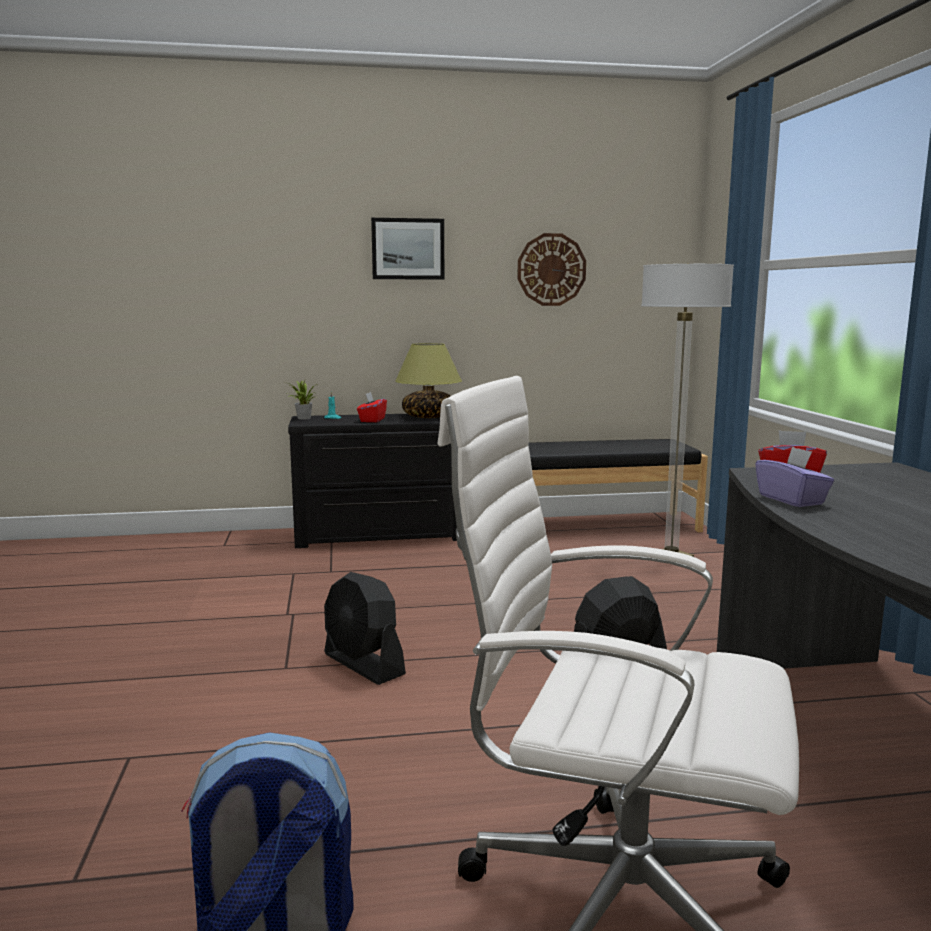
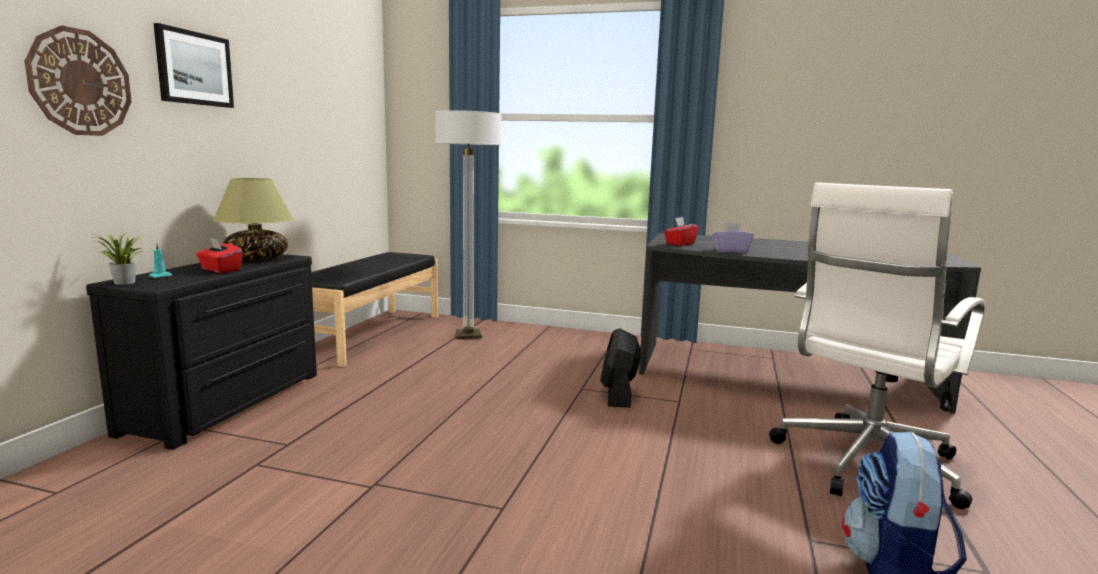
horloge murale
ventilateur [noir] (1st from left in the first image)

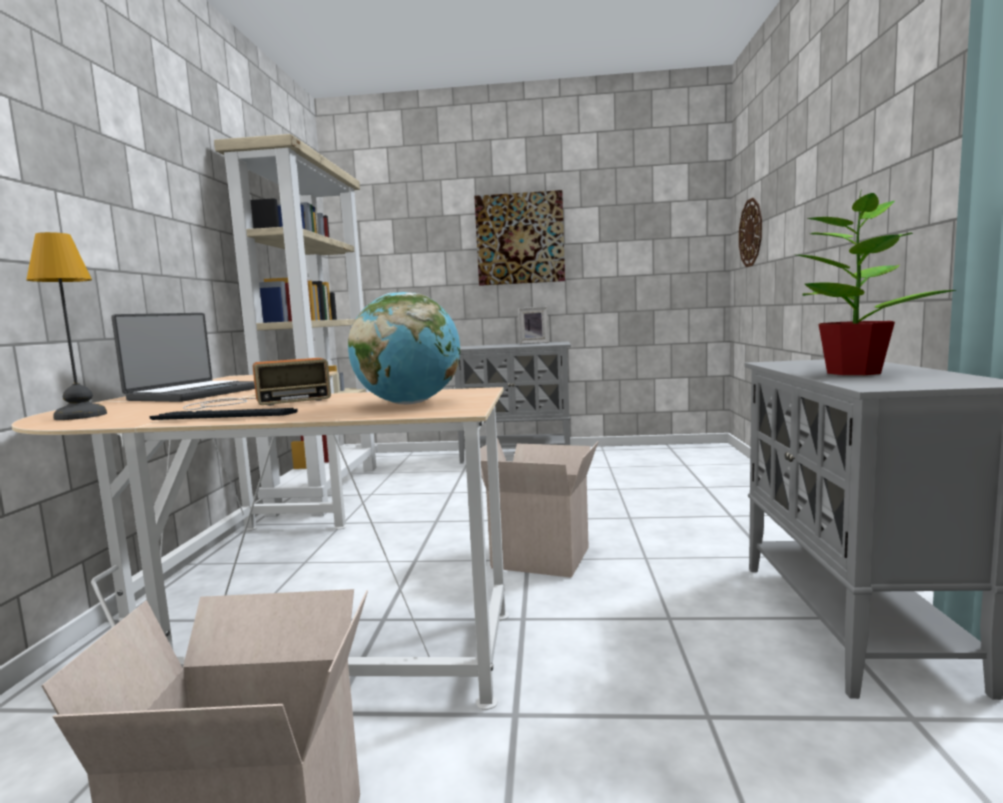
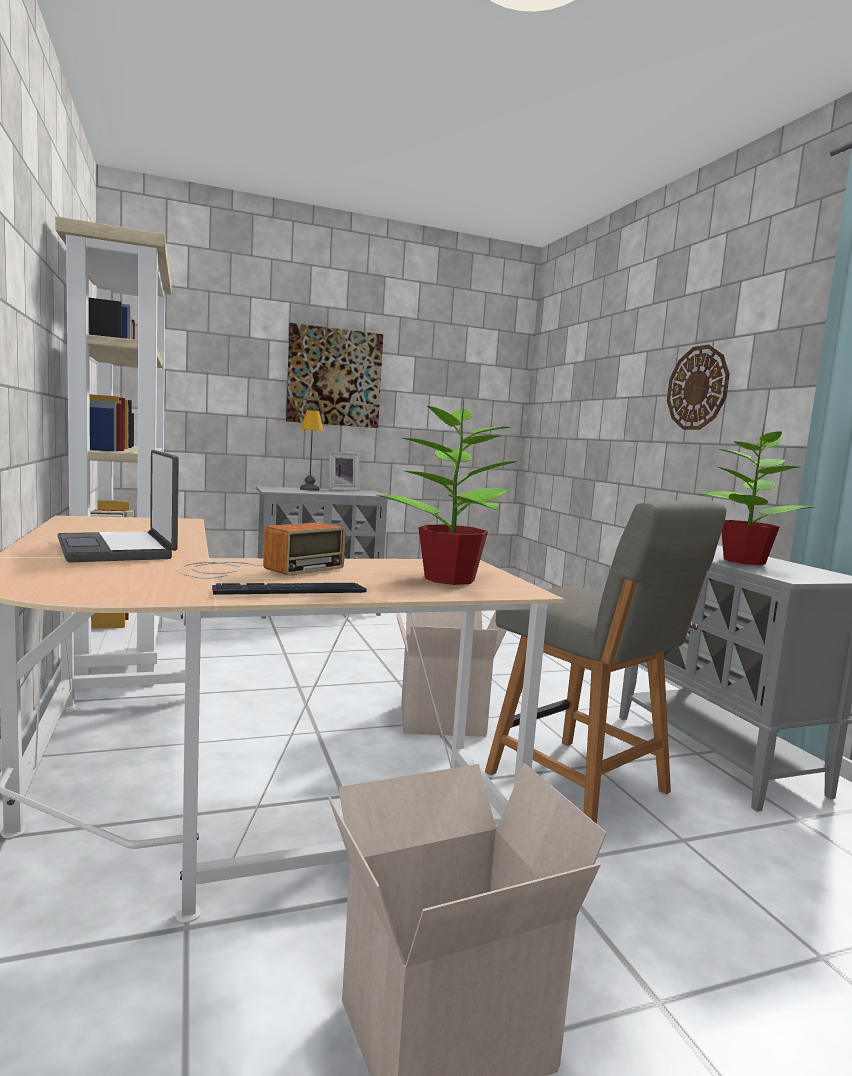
horloge murale
lampe de table
plante en pot (1st from left)
ordinateur portable
chaise [gris]

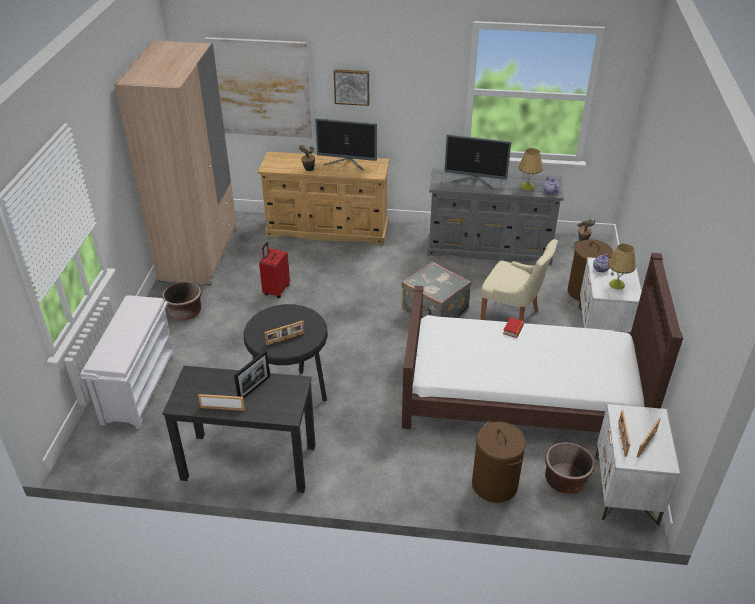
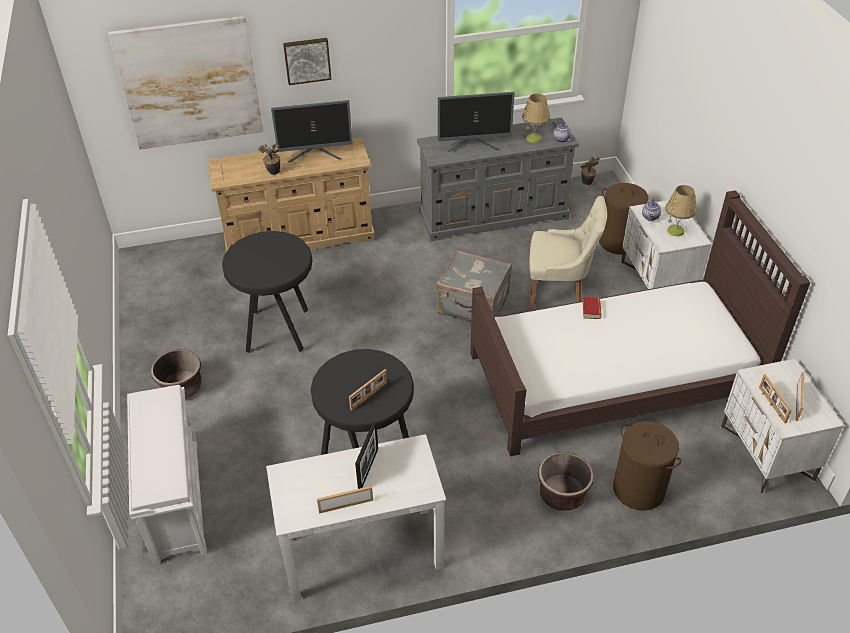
armoire [beige]
tabouret [noir] (1st from left)
bureau [blanc]
cache-pot [marron] (2nd from left)

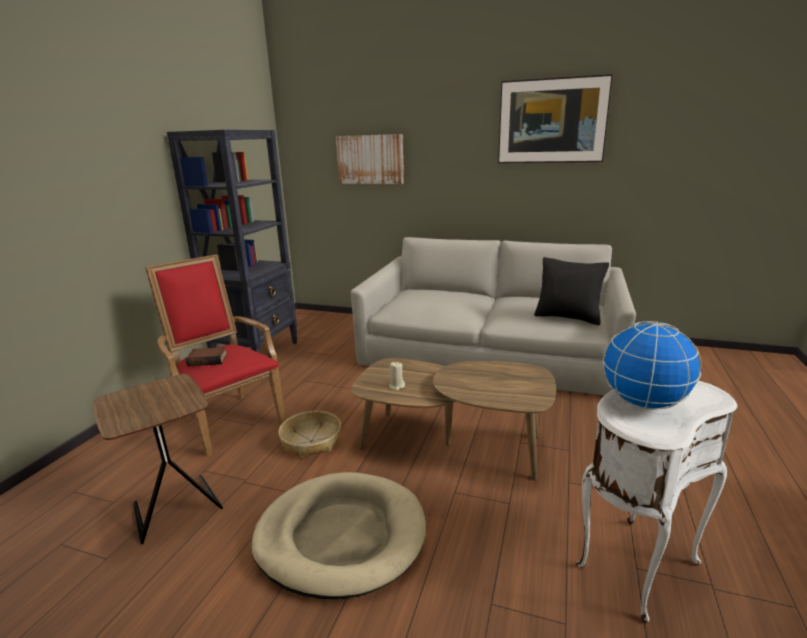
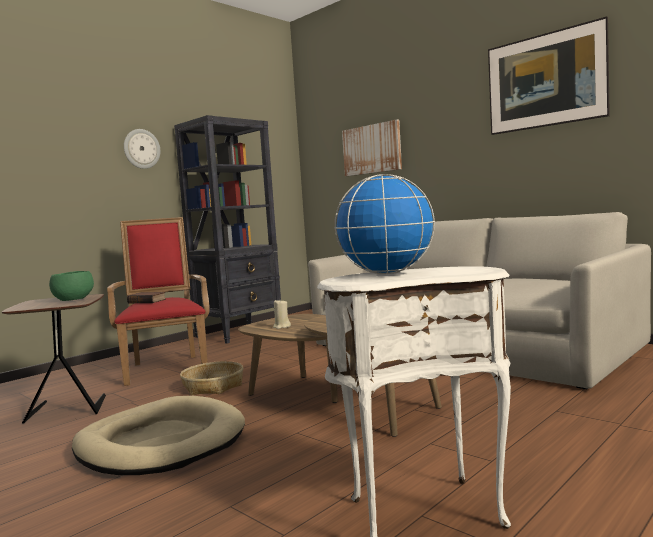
coussin [noir]
horloge murale
bol [vert]

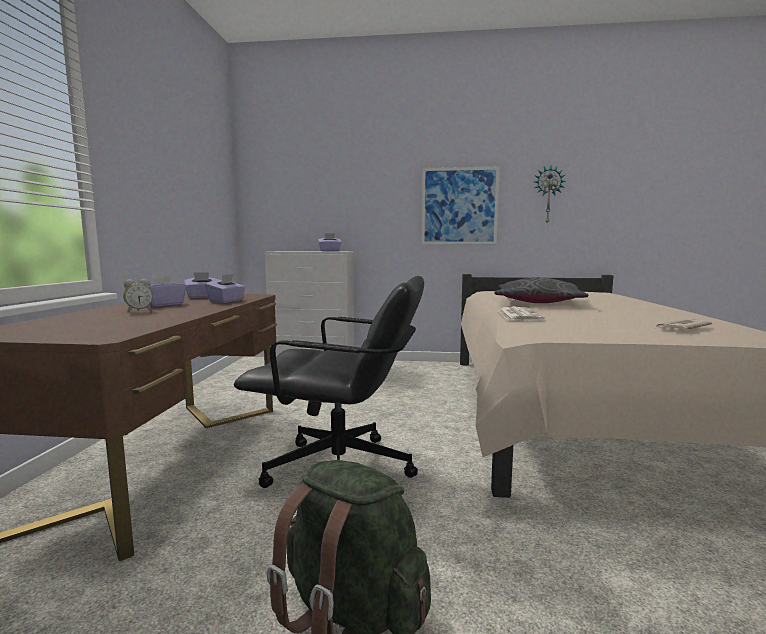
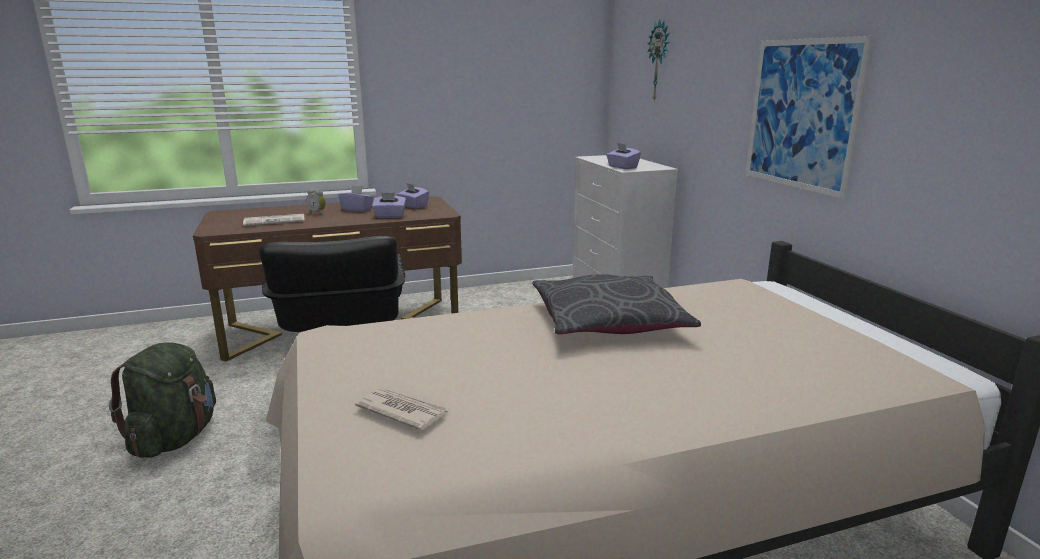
horloge murale
journal (1st from left)

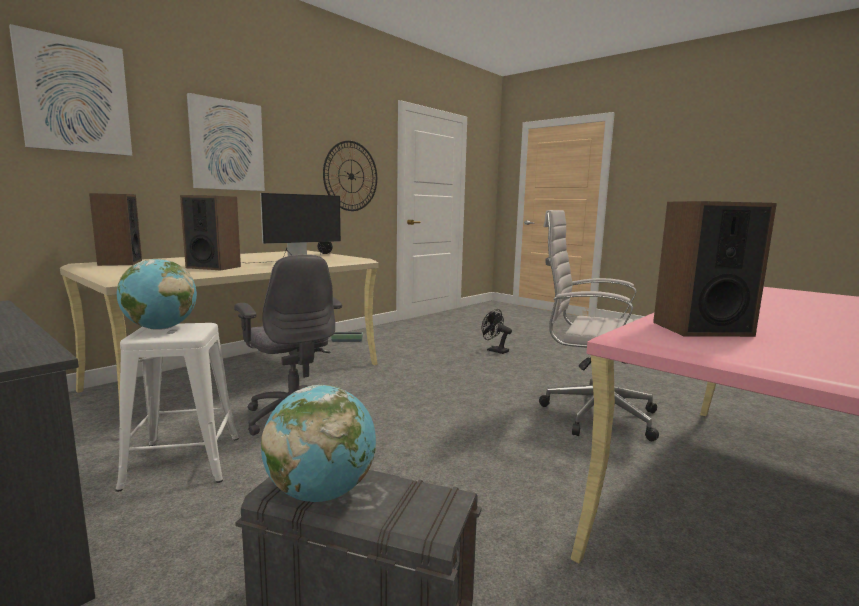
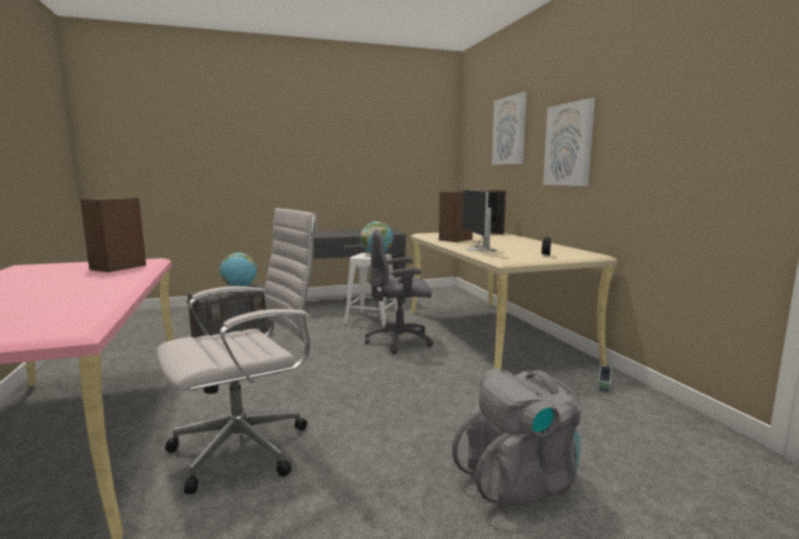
horloge murale
sac à dos [gris]

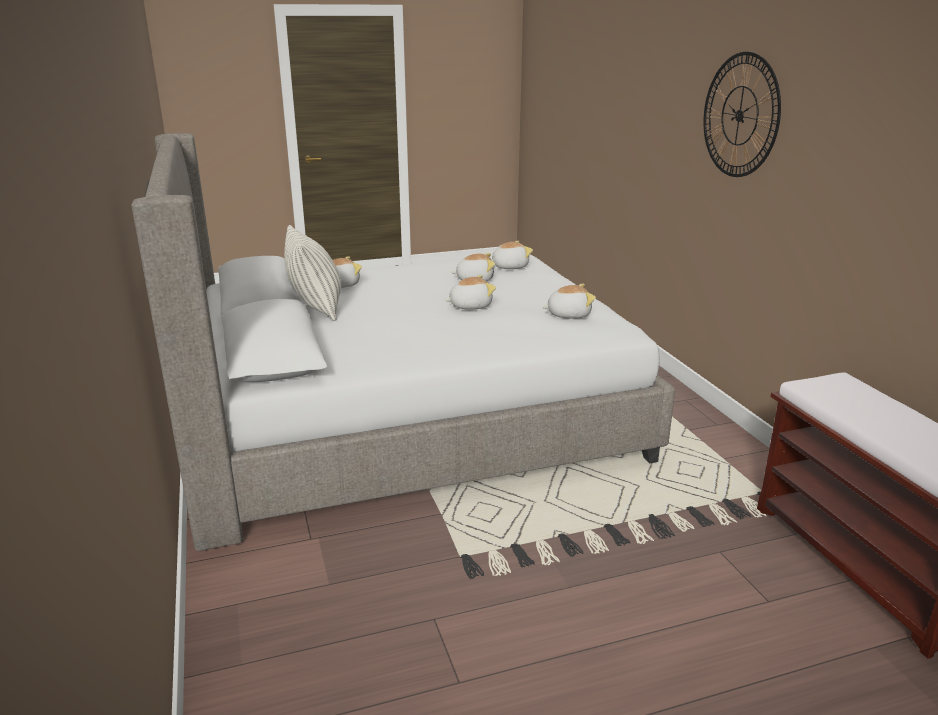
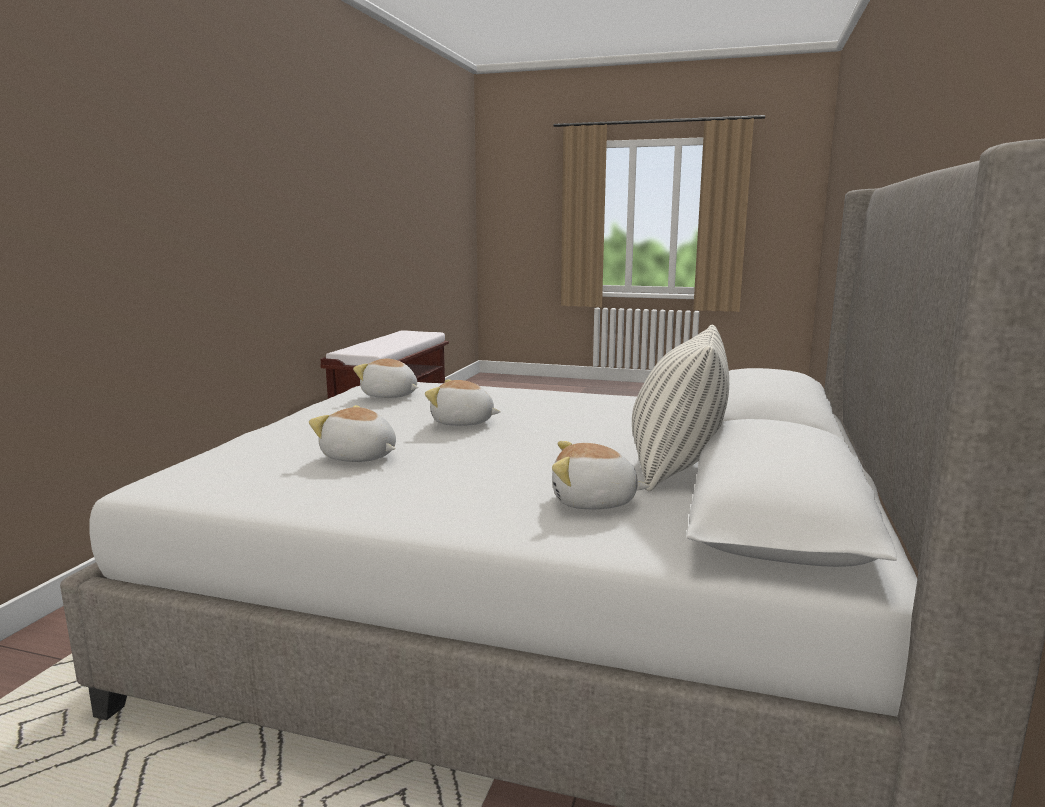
horloge murale
peluche (4th from left in the first image)

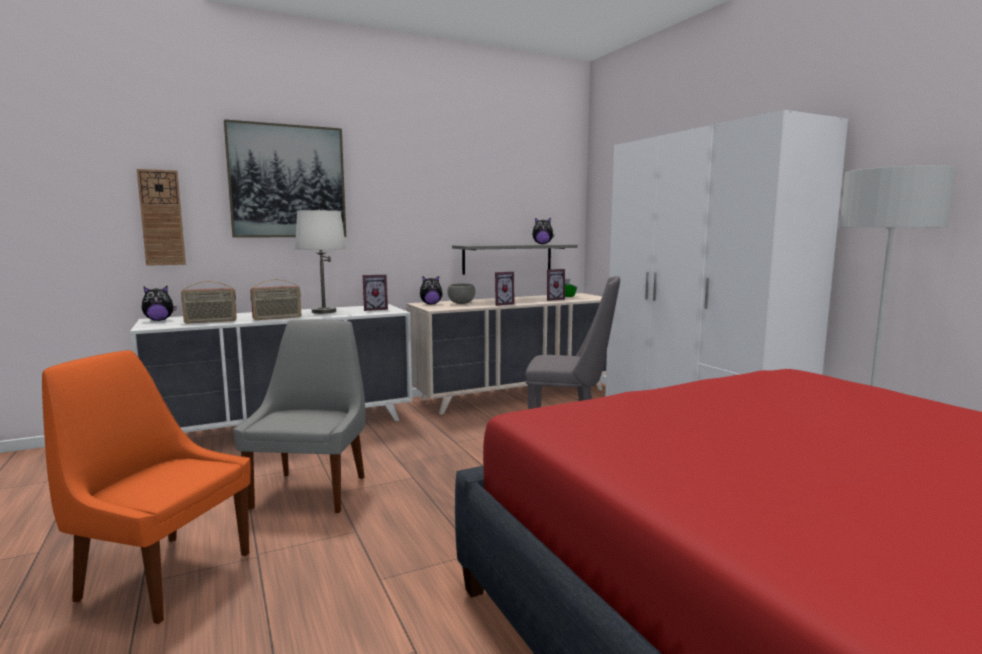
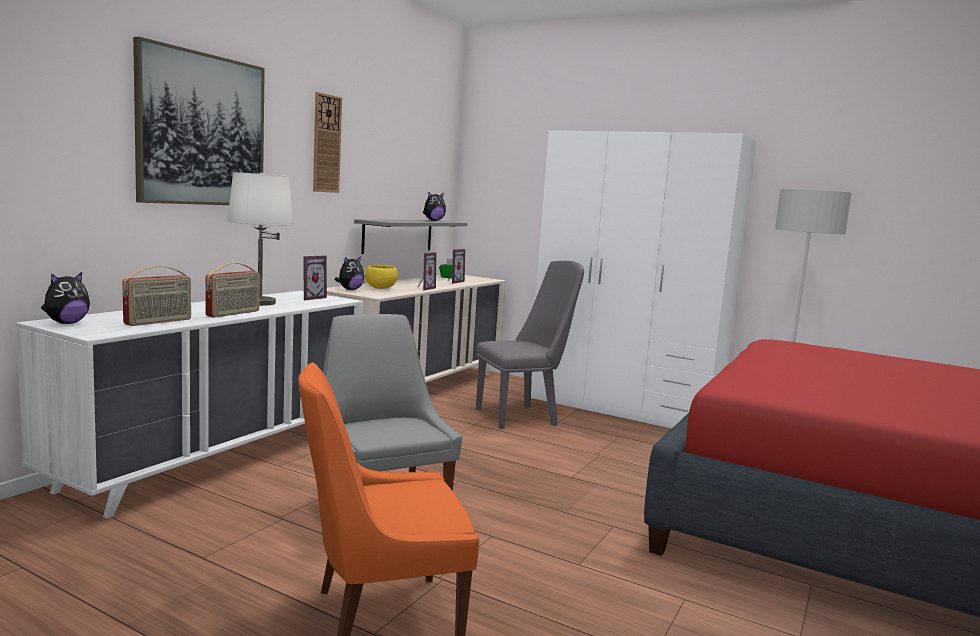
horloge murale
bol [jaune]

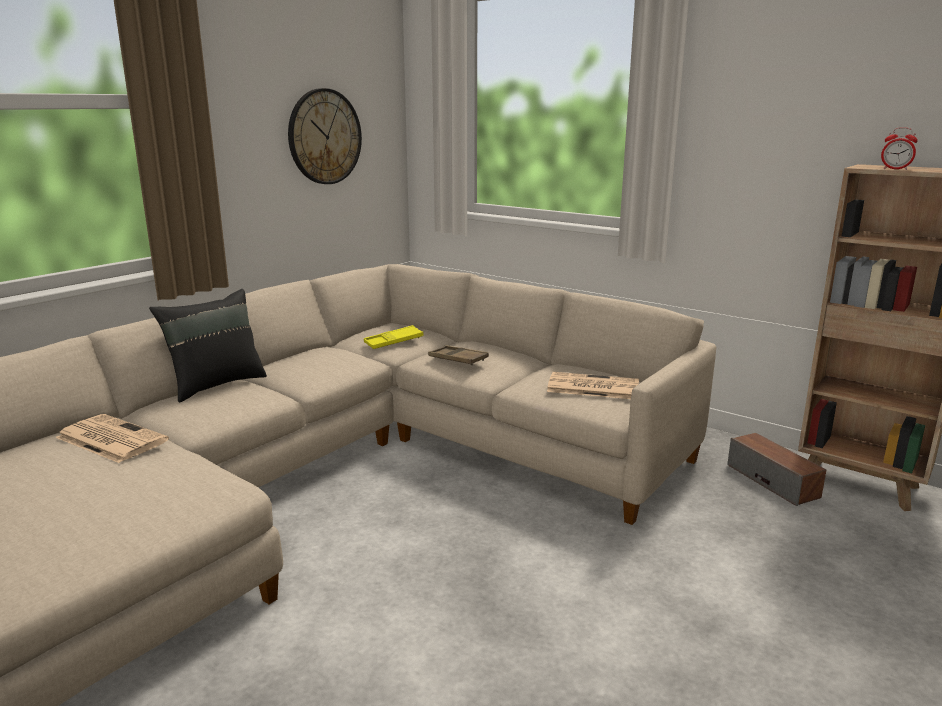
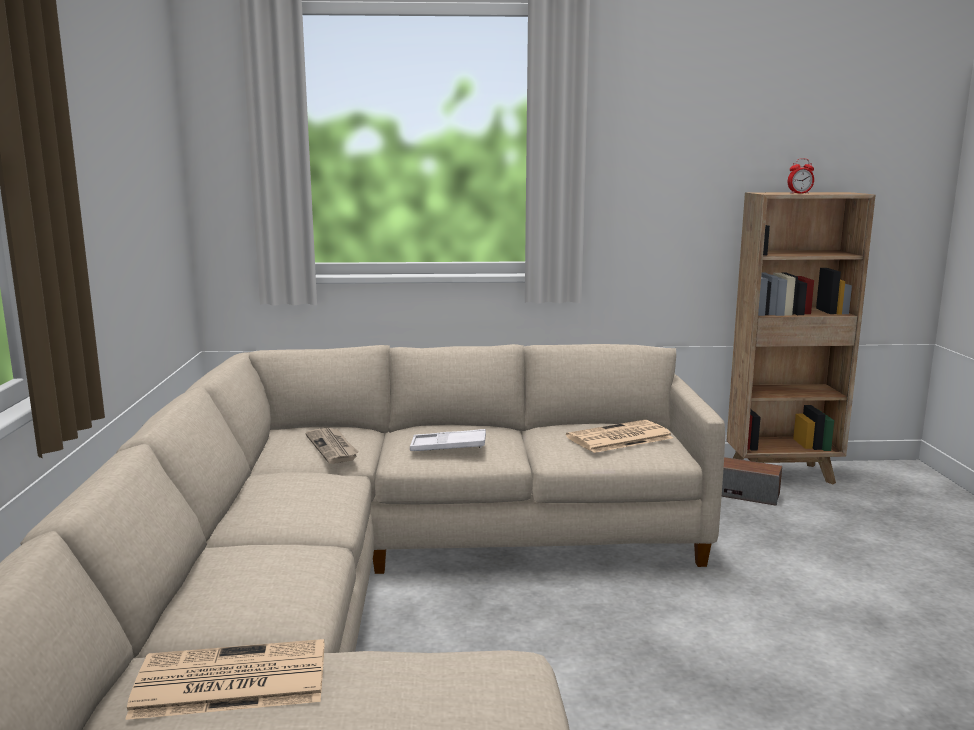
horloge murale
coussin [noir]
journal (2nd from left)
plateau [blanc]

